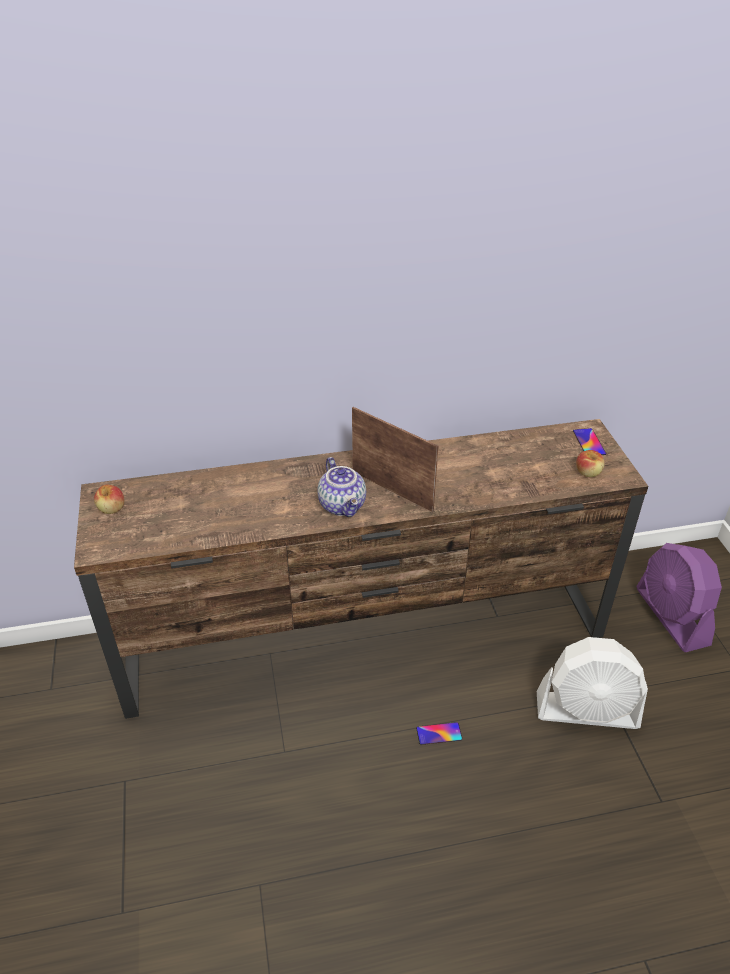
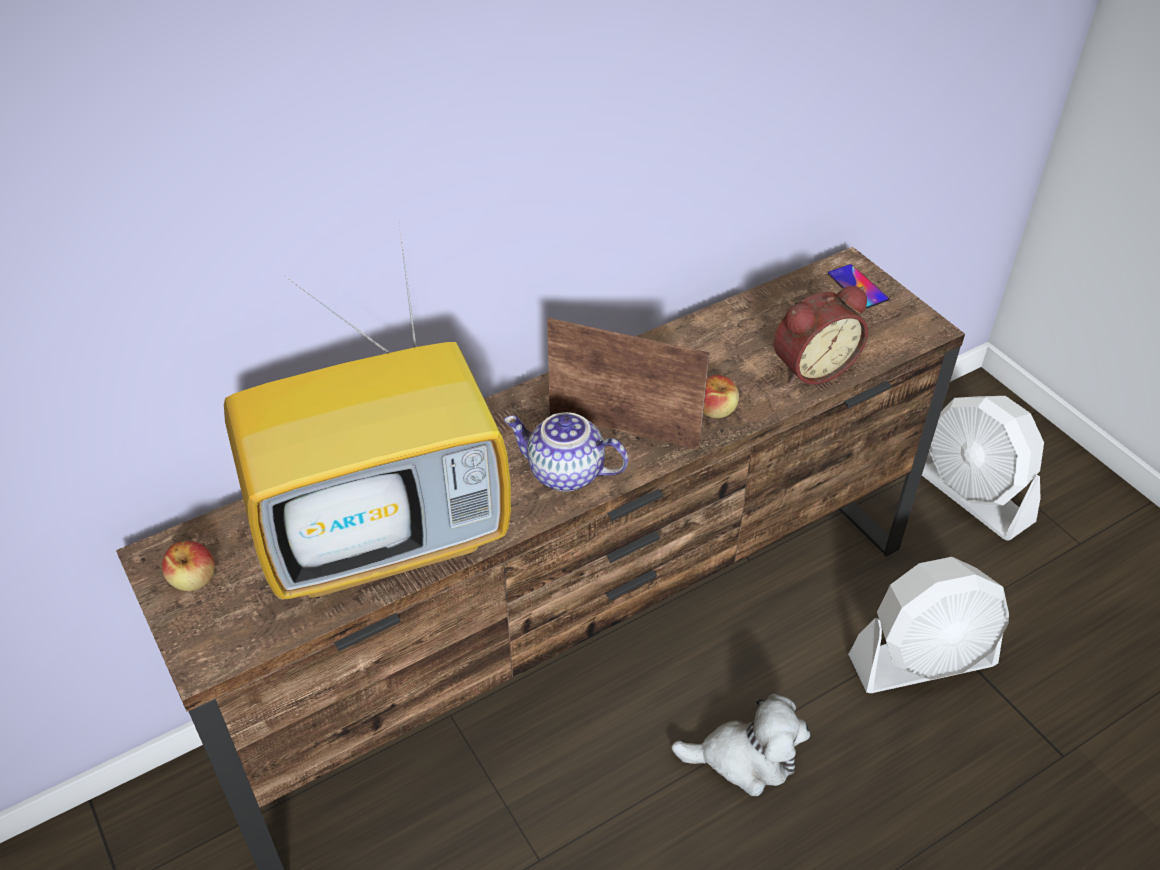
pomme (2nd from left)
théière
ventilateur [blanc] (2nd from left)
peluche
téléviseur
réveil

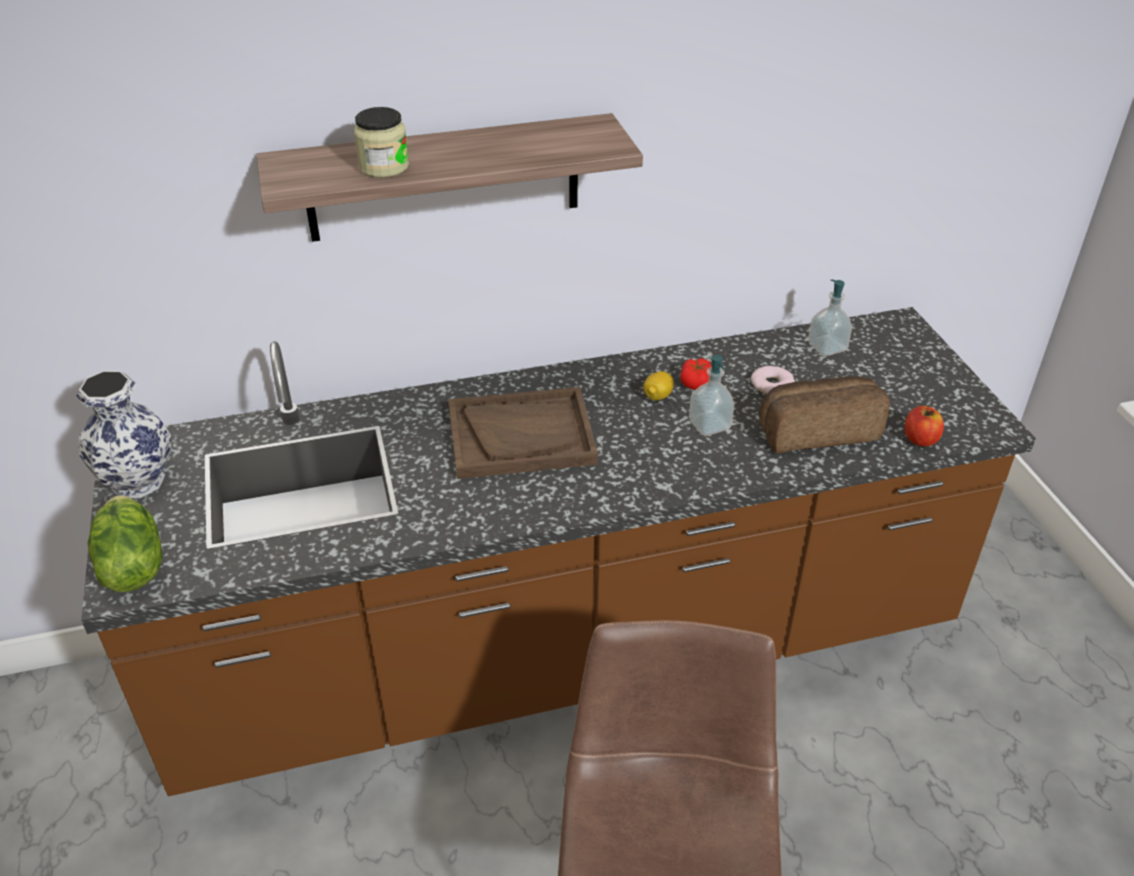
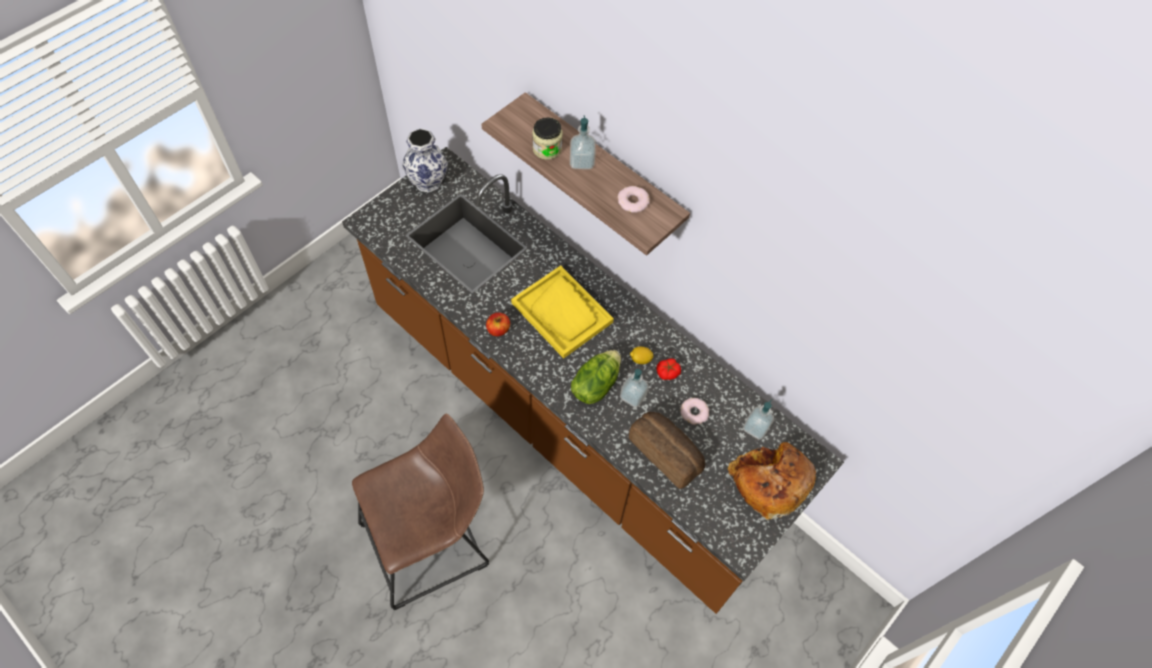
plateau [jaune]
pomme
laitue
distributeur de savon (1st from left)
beignet (1st from left)
pain (2nd from left)

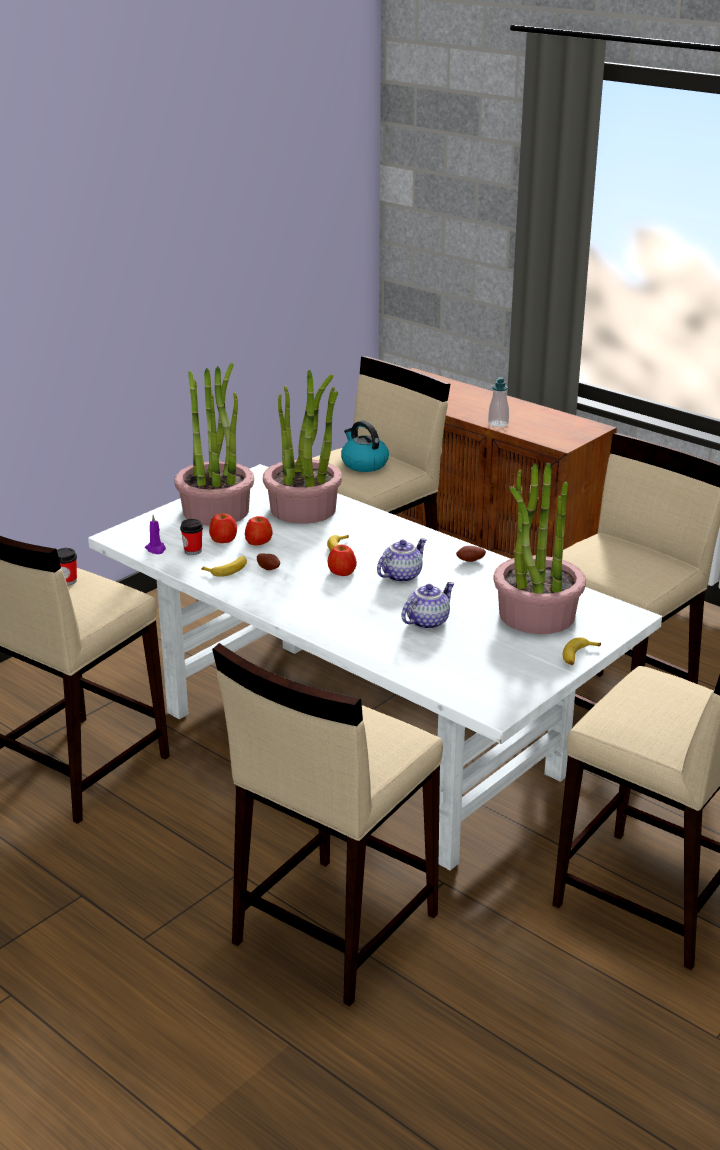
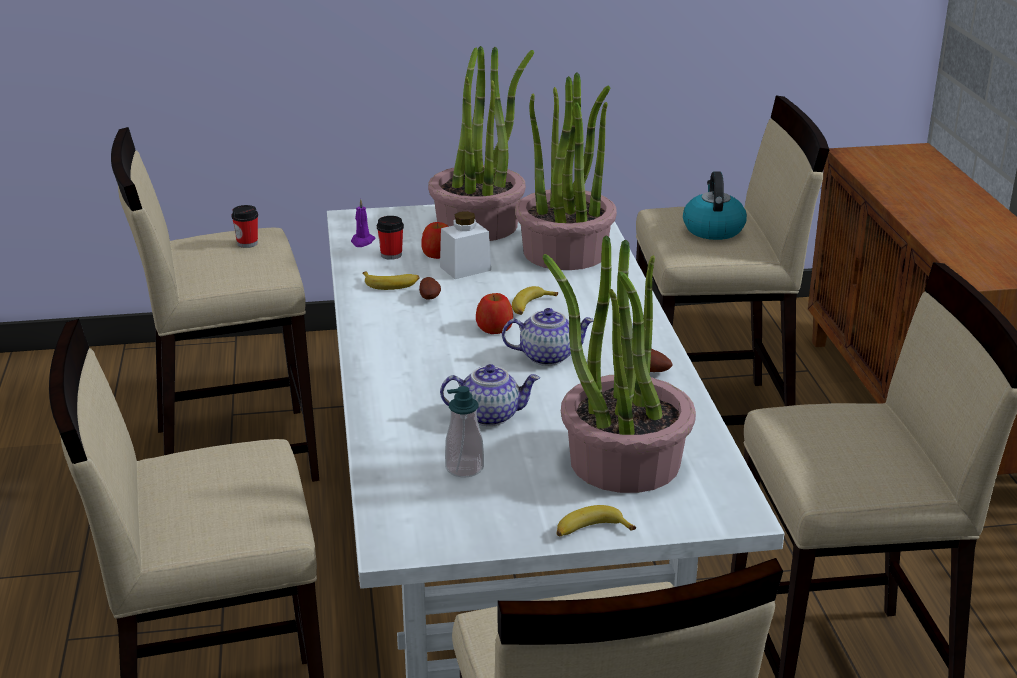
distributeur de savon
bocal [blanc]

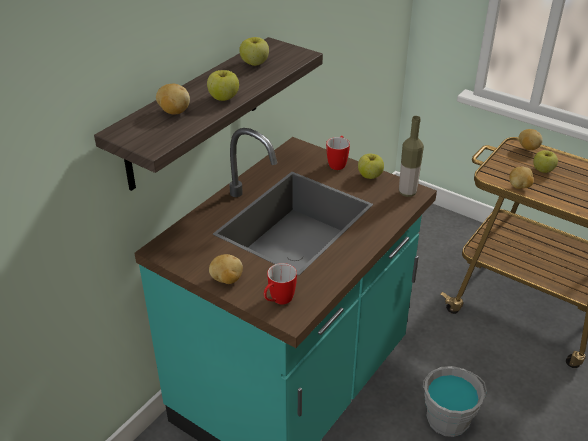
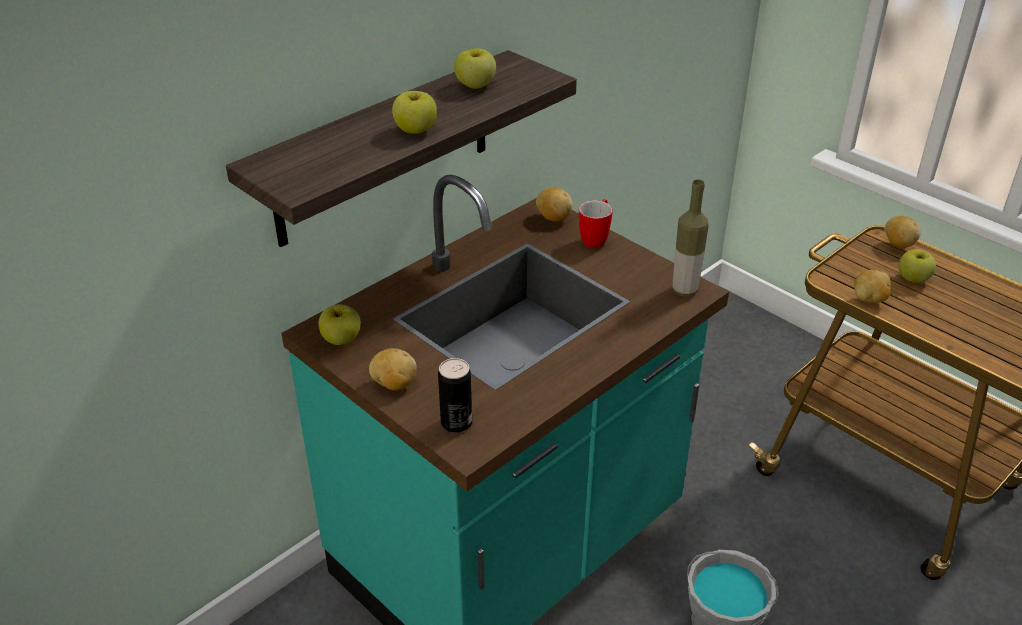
pomme de terre (2nd from left)
pomme (1st from left)
boîte métallique

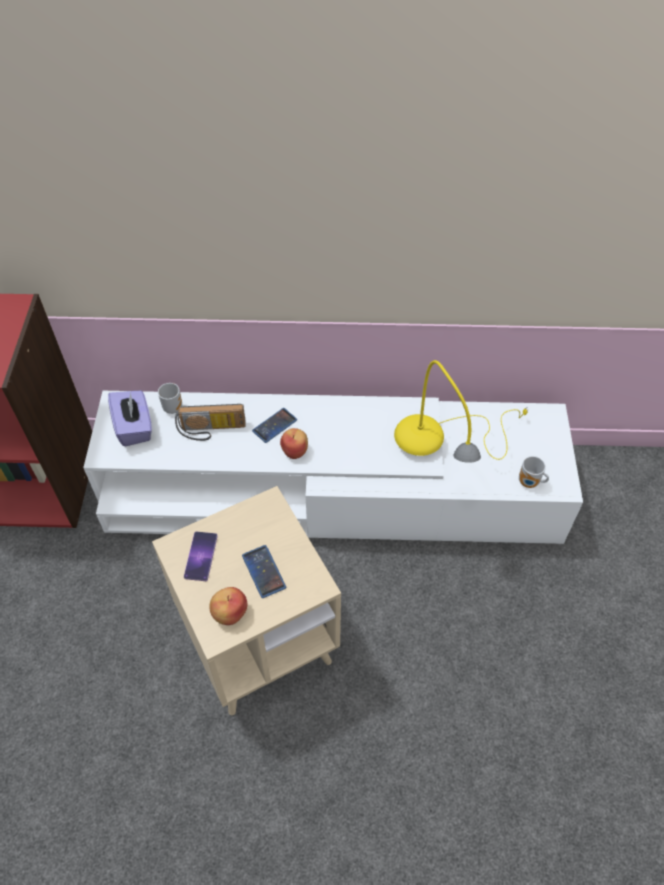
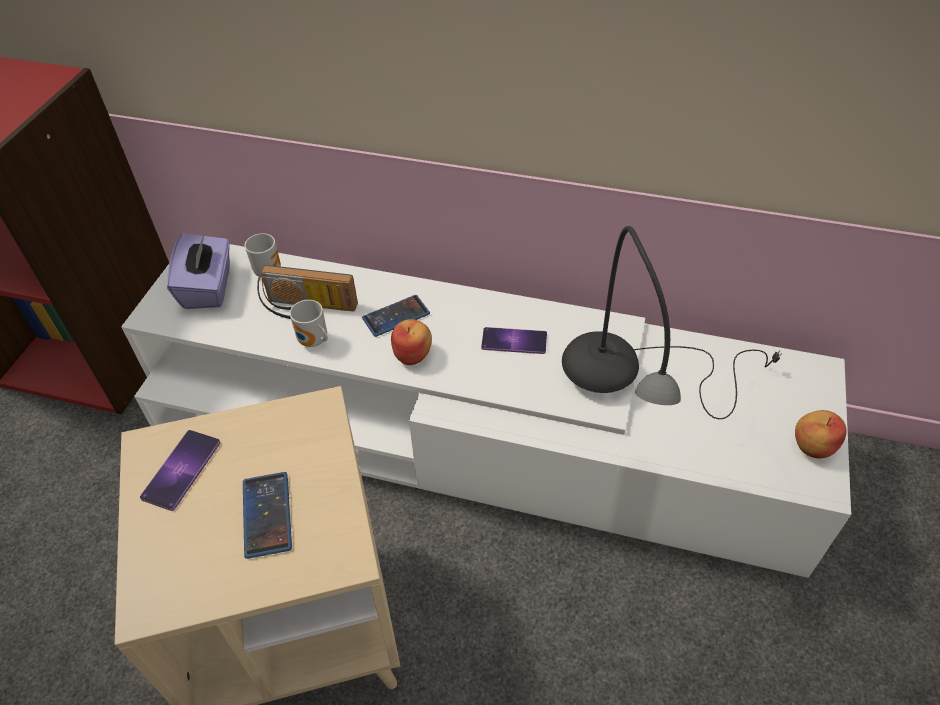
lampe de table [gris]
mug (2nd from left)
pomme (2nd from left)
téléphone (4th from left)

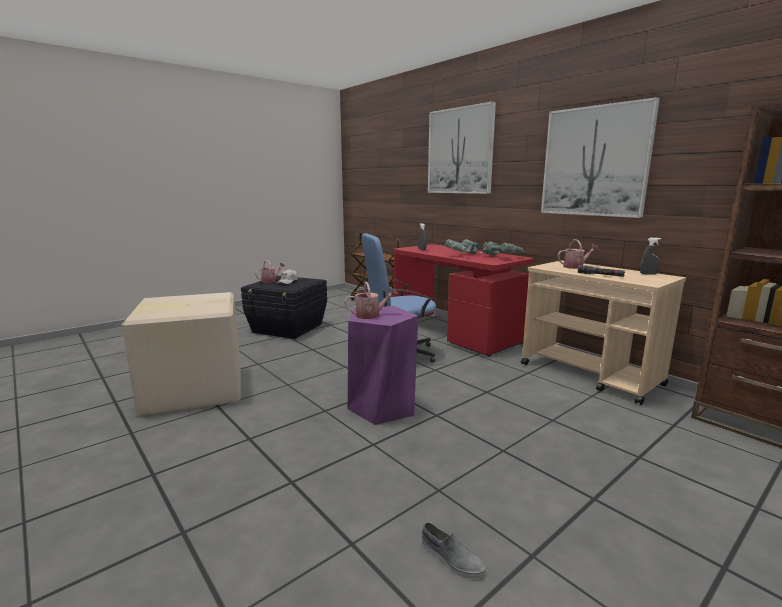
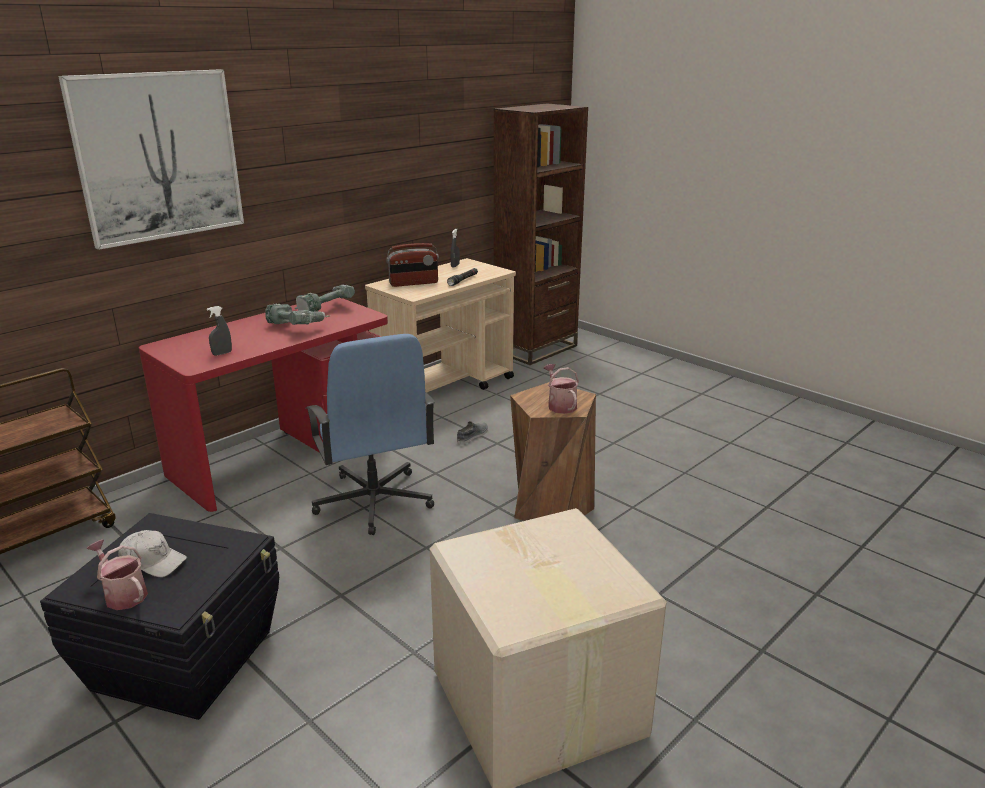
tableau (2nd from left in the first image)
radio
tabouret [marron]
chaussure [gris]

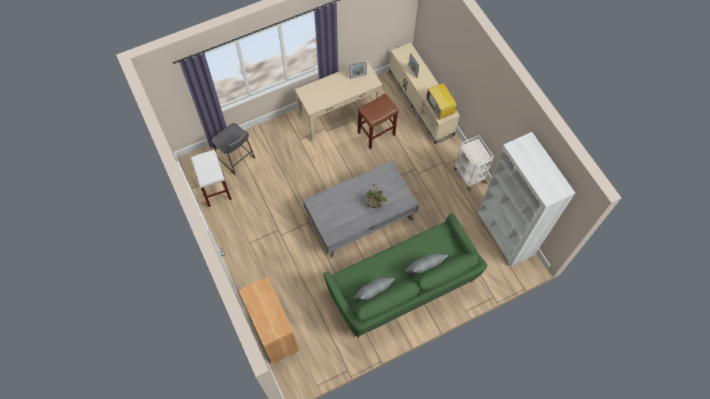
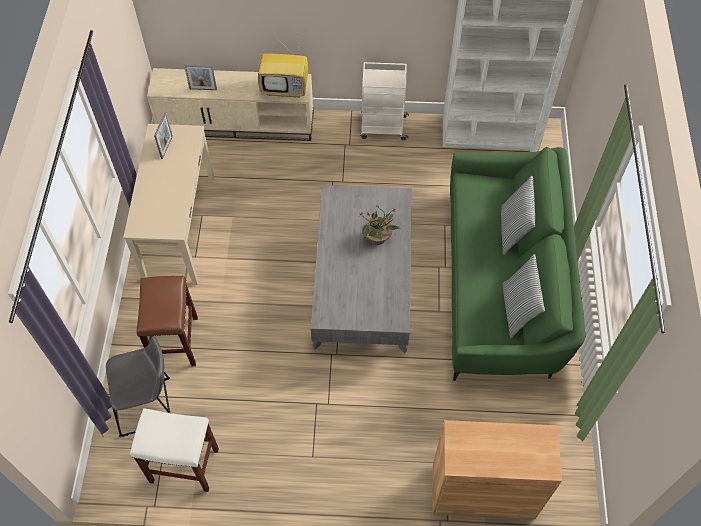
tabouret [marron]

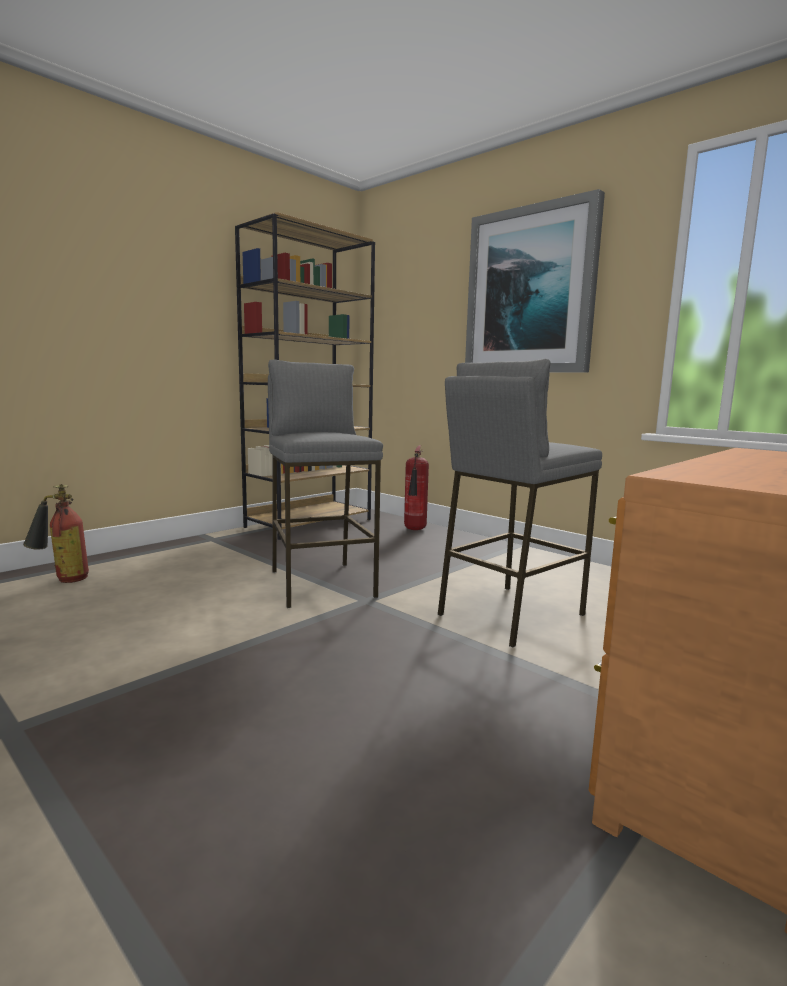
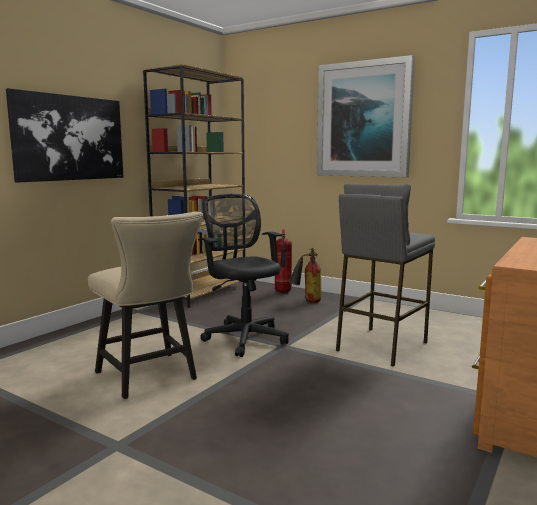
chaise de bureau [noir]
extincteur (2nd from left)
tableau (1st from left)
chaise [beige]

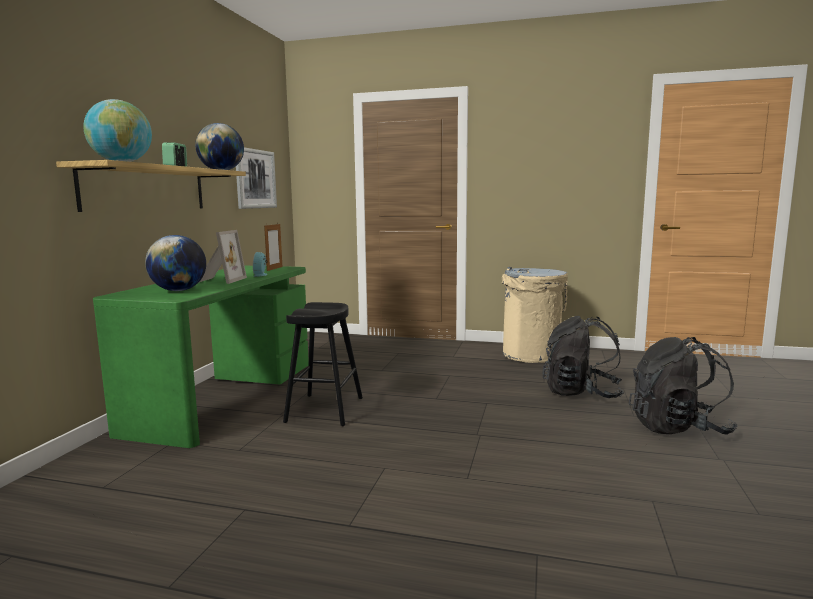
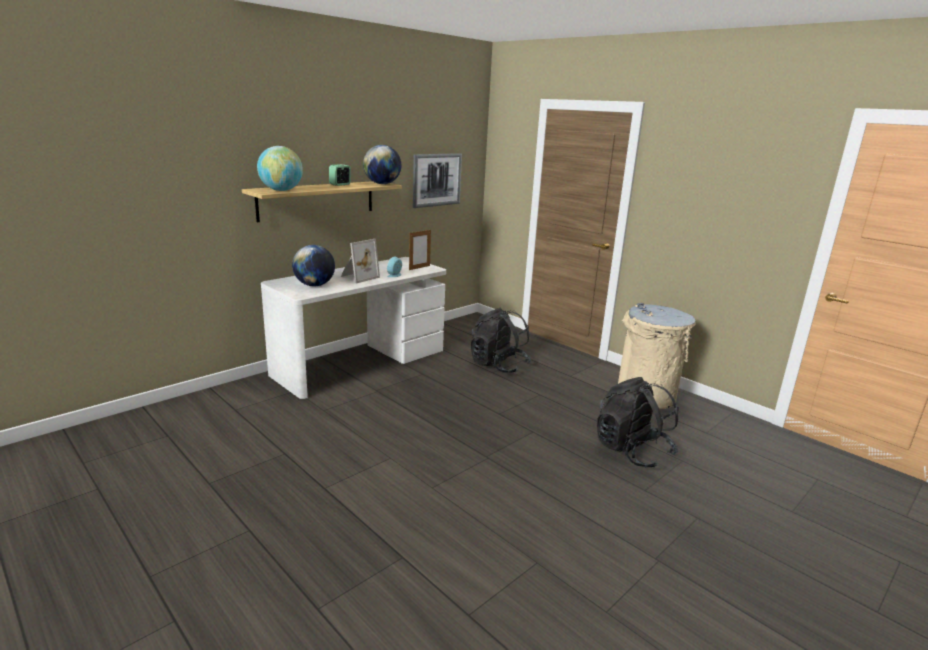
bureau [blanc]
tabouret [noir]
sac à dos [noir] (1st from left)

